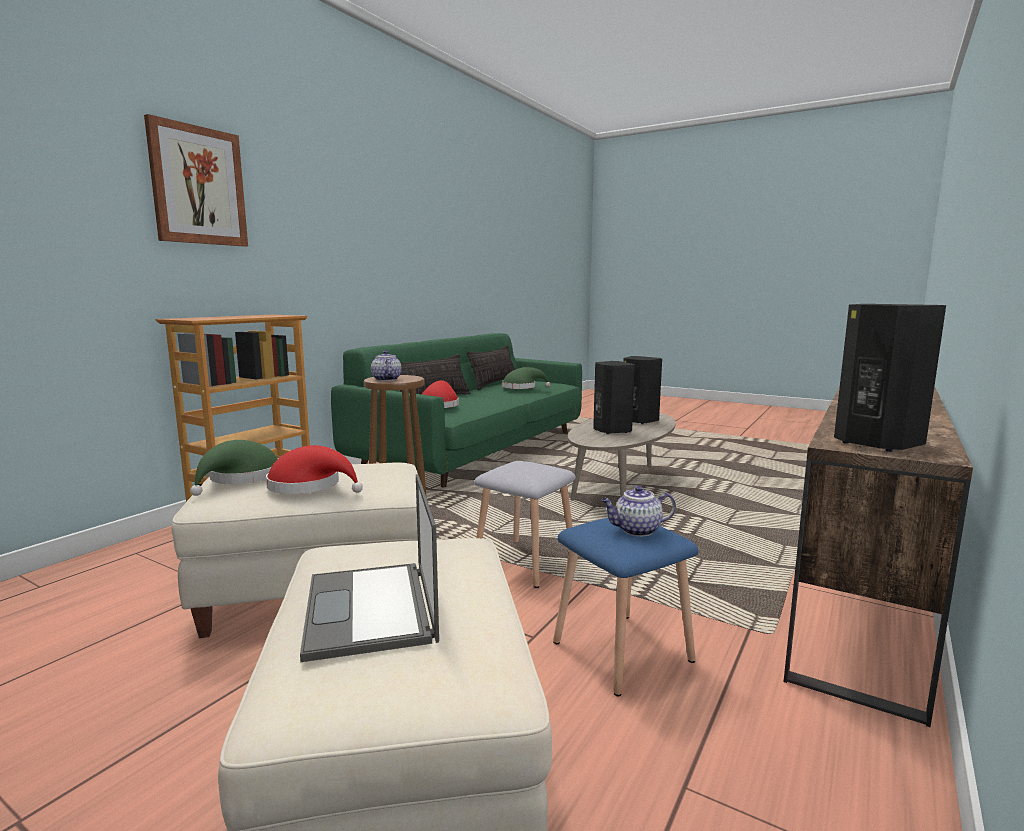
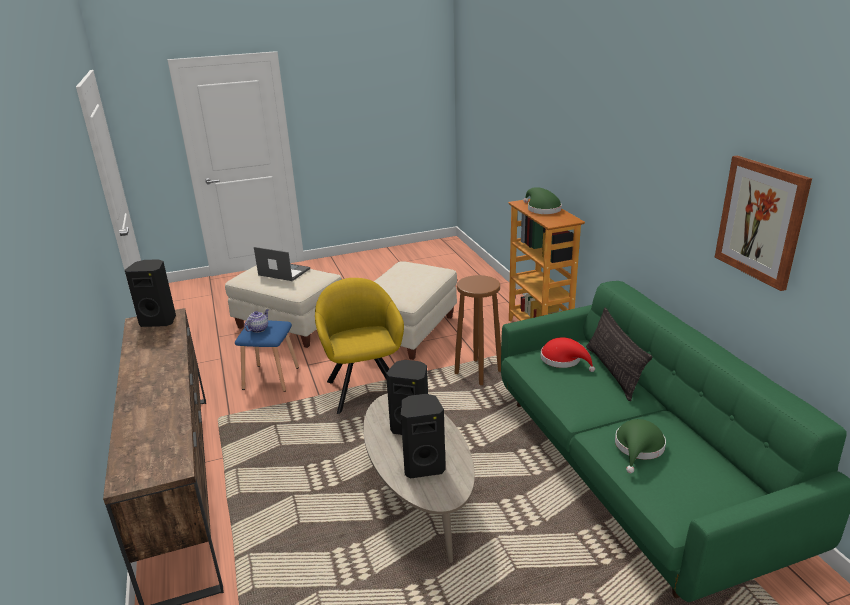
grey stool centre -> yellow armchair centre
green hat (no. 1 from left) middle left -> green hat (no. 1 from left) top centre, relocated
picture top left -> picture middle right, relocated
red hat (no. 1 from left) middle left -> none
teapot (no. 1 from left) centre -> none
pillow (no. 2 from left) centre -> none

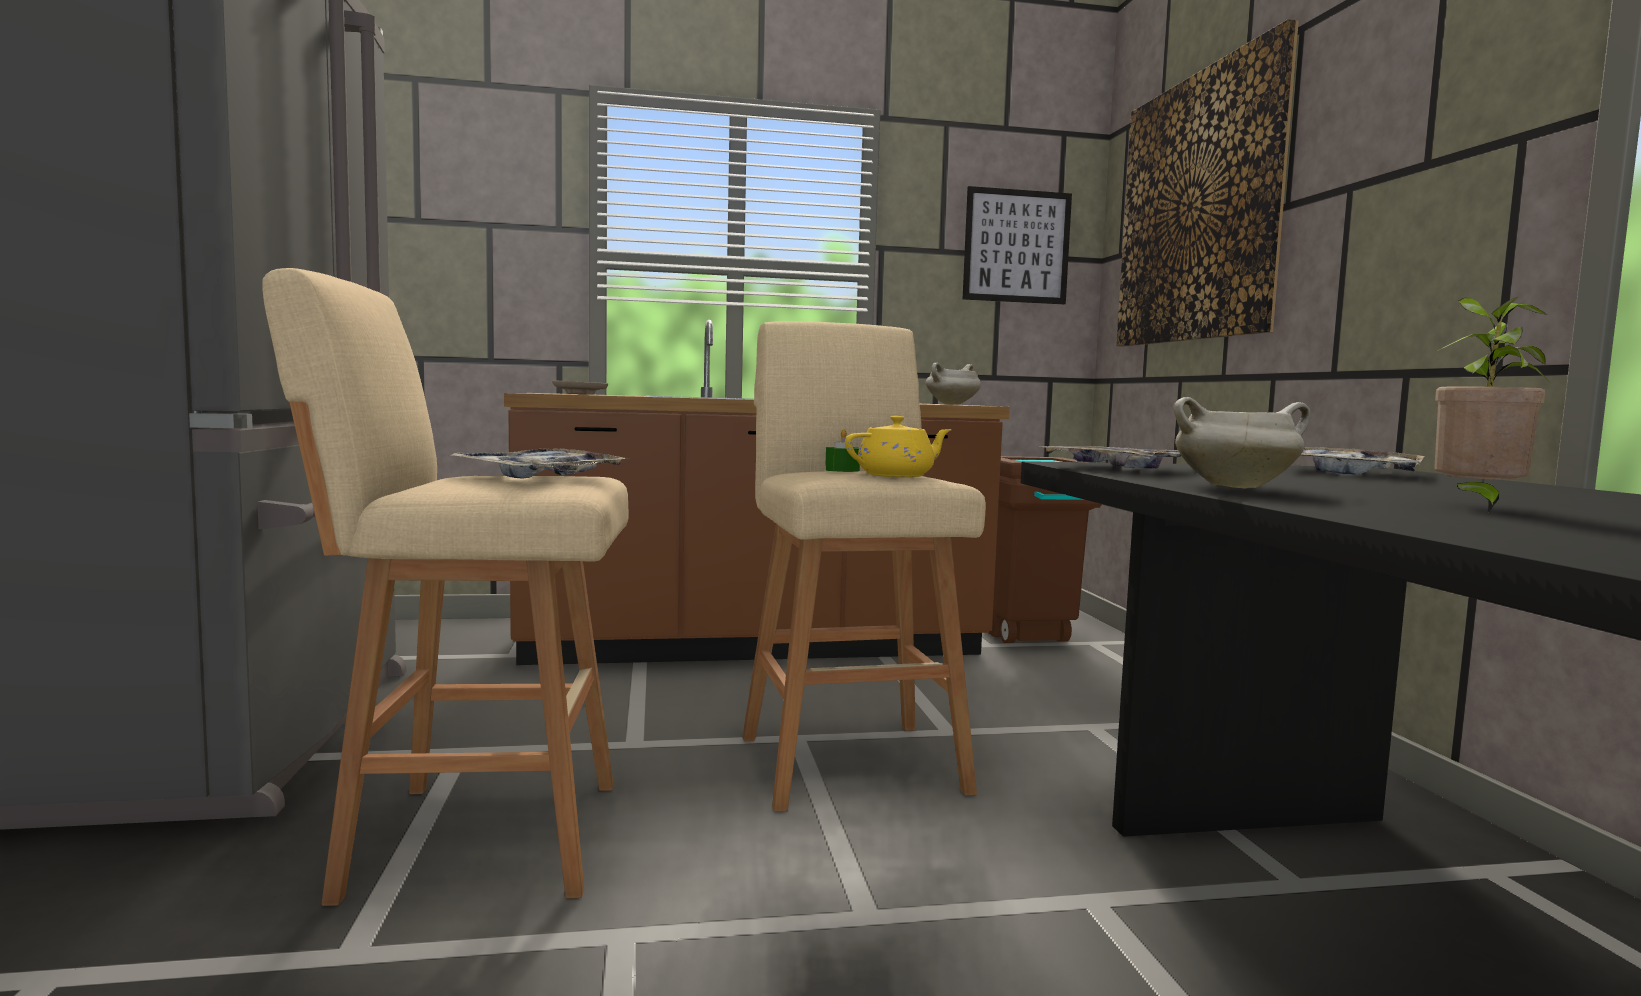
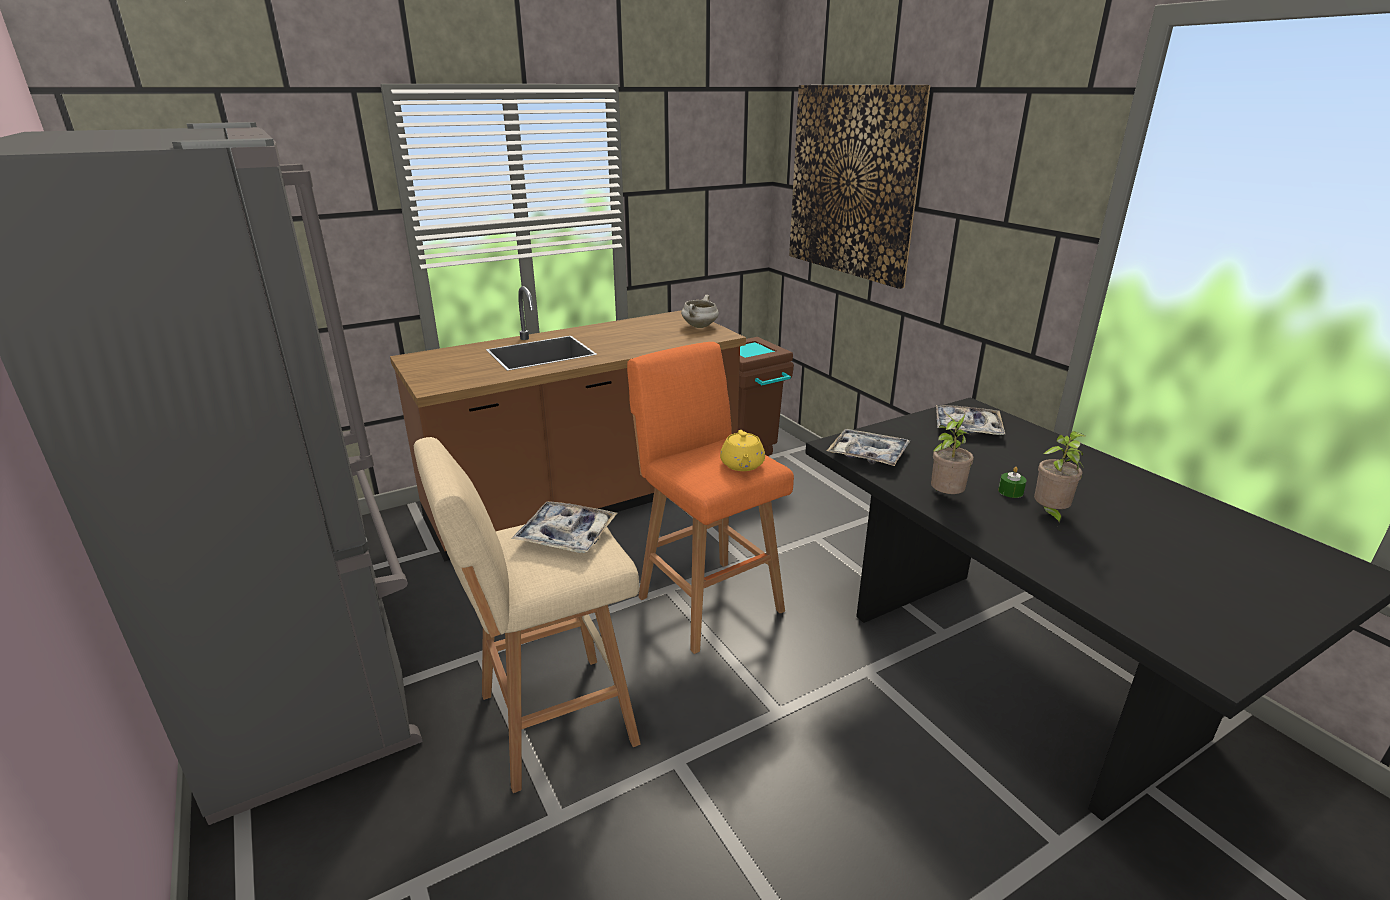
beige stool (no. 2 from left) centre -> orange stool centre
yellow teapot centre, 135 degrees clockwise
white cooking pot (no. 2 from left) middle right -> potted plant (no. 1 from left) middle right
green candle centre -> green candle middle right, relocated
beige plate centre -> none
picture (no. 1 from left) top centre -> none

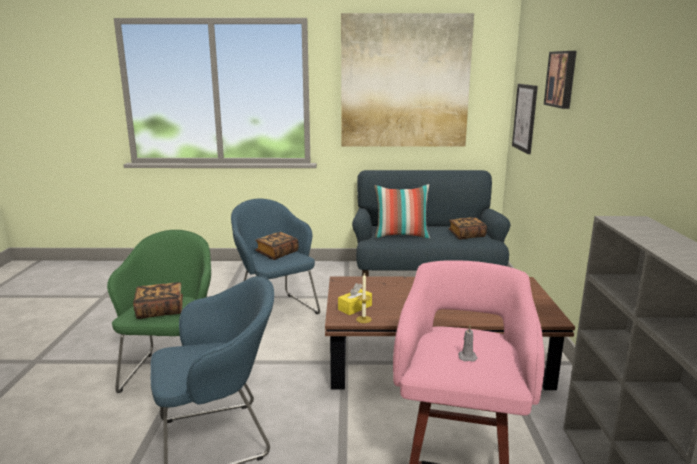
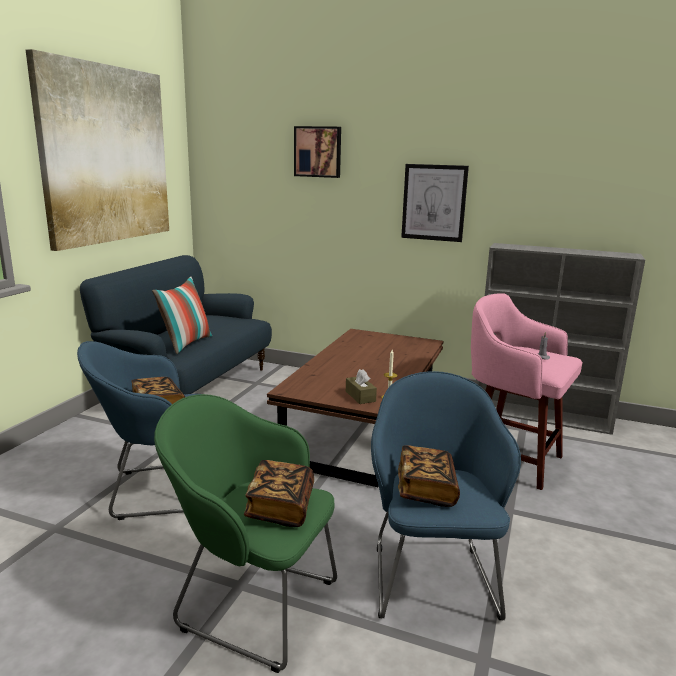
yellow tissue box centre -> brown tissue box centre
book (no. 3 from left) middle right -> book (no. 3 from left) bottom centre, relocated
picture (no. 2 from left in the first image) top right -> picture (no. 3 from left) top centre, relocated

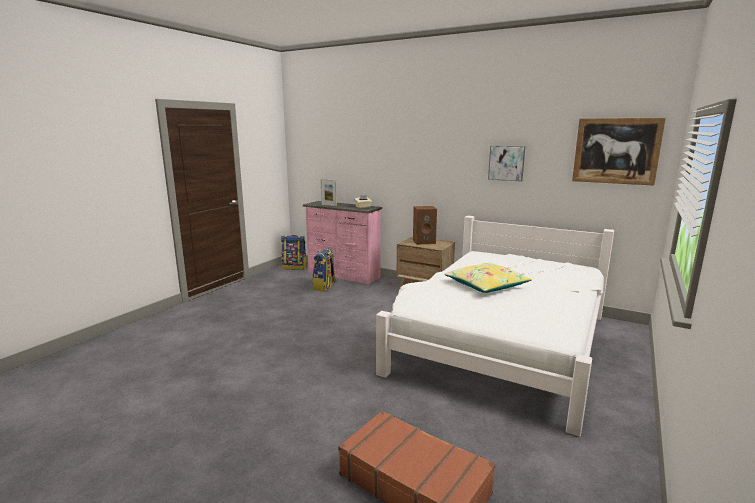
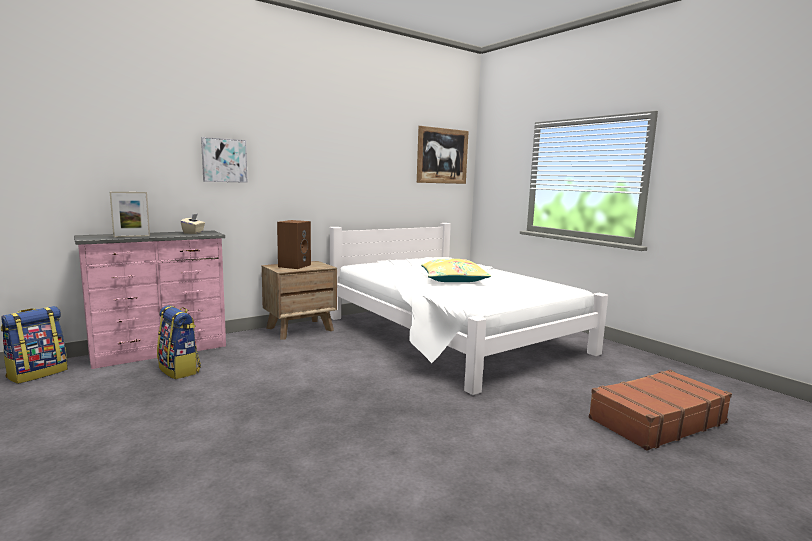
picture (no. 1 from left) top right -> picture (no. 1 from left) top left, relocated

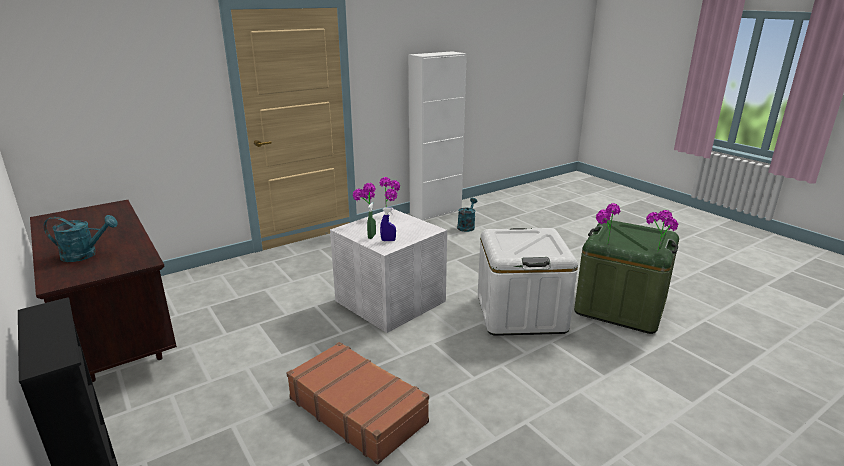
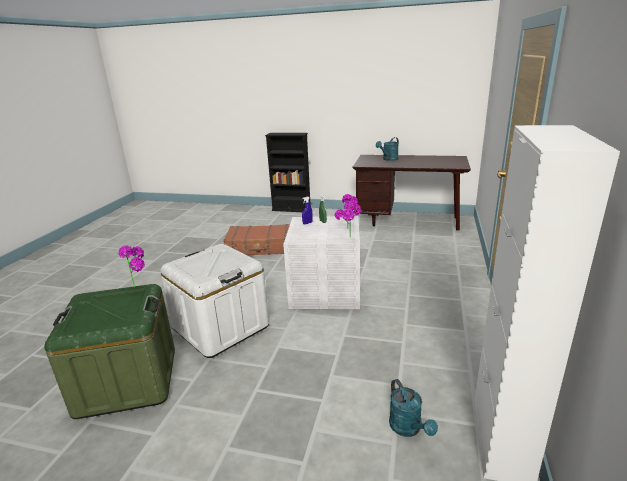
potted plant (no. 4 from left) middle right -> none

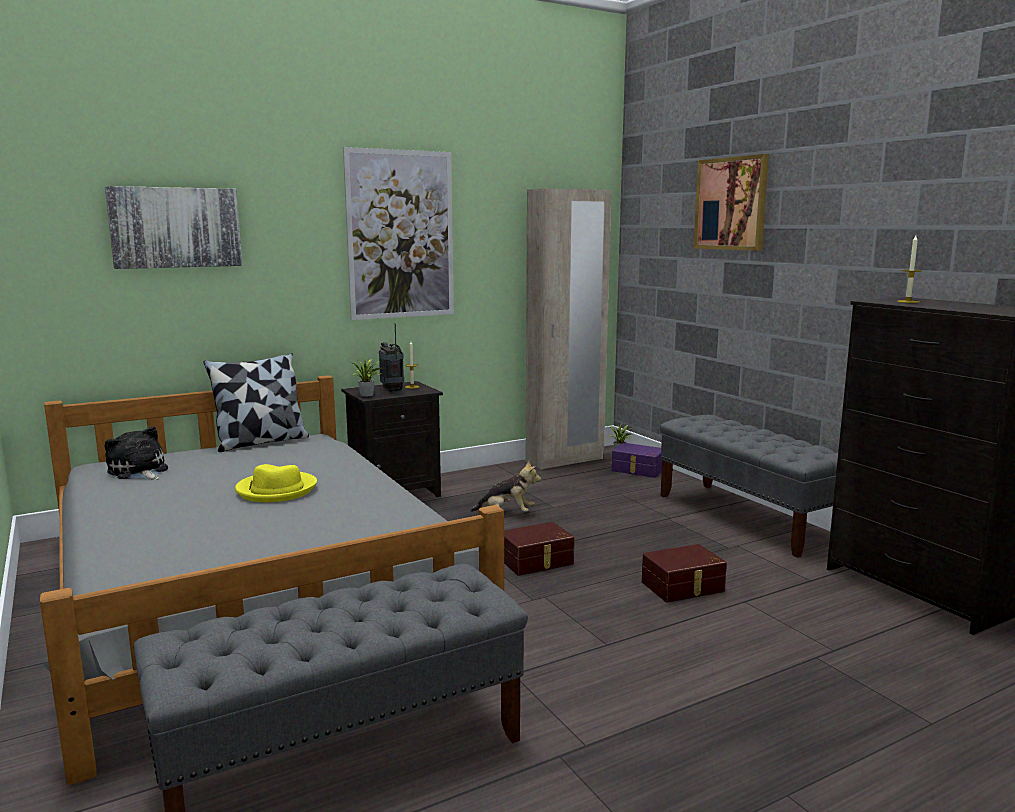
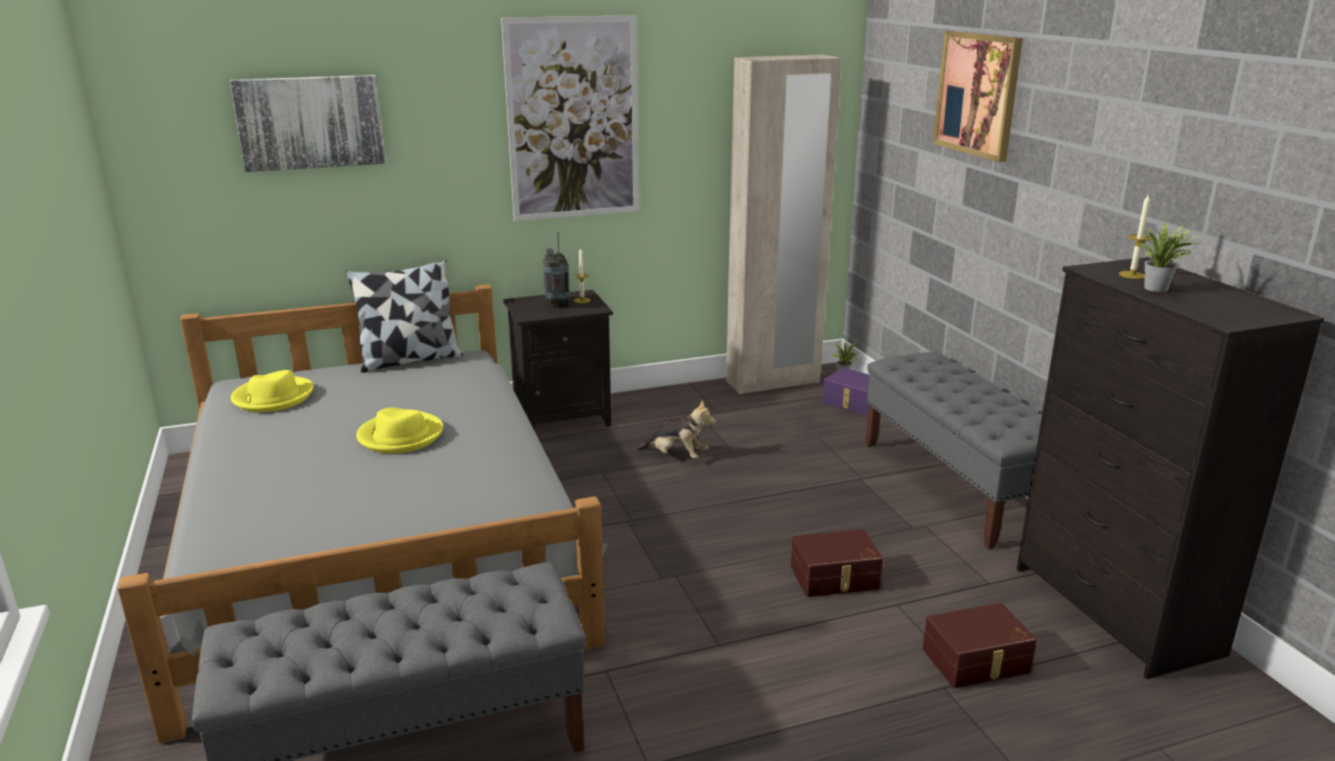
plush toy (no. 1 from left) middle left -> yellow hat (no. 1 from left) middle left
brown storage box (no. 1 from left in the first image) bottom centre -> brown storage box (no. 2 from left) bottom right, relocated
potted plant (no. 1 from left in the first image) centre -> potted plant (no. 2 from left) middle right, relocated

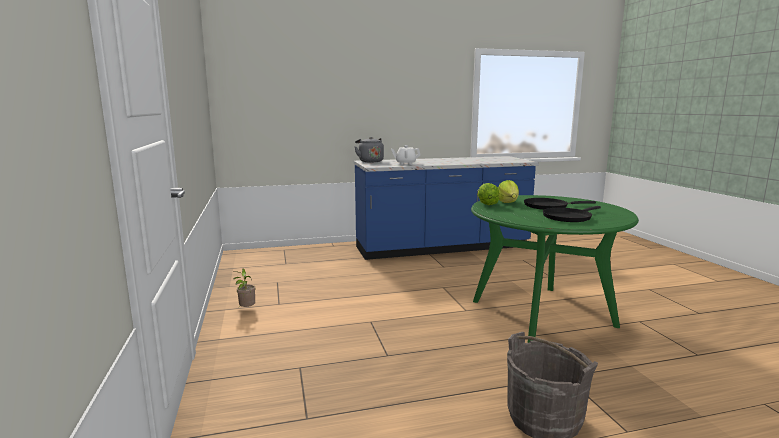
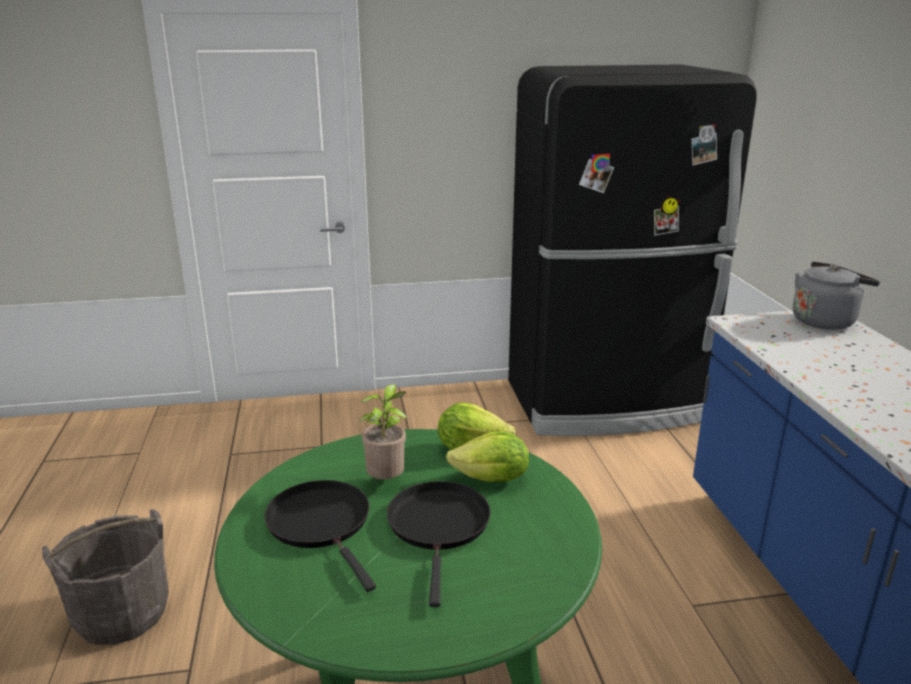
potted plant middle left -> potted plant centre, relocated
none -> black fridge middle right
white teapot centre -> none

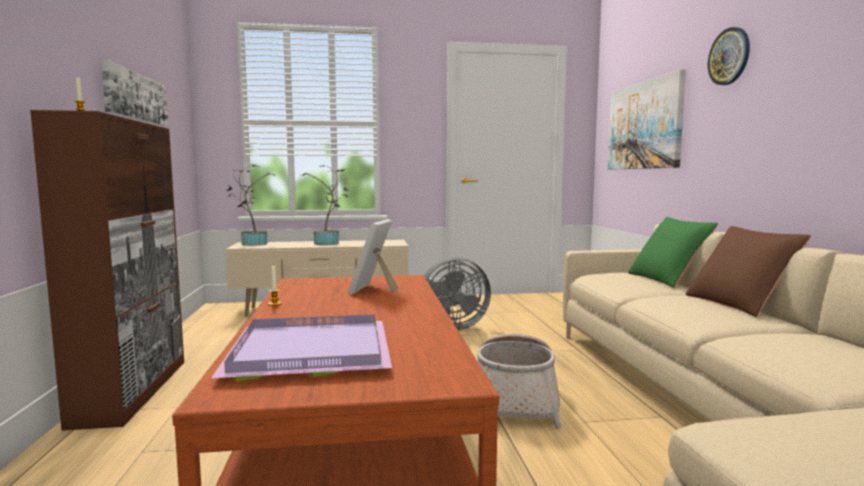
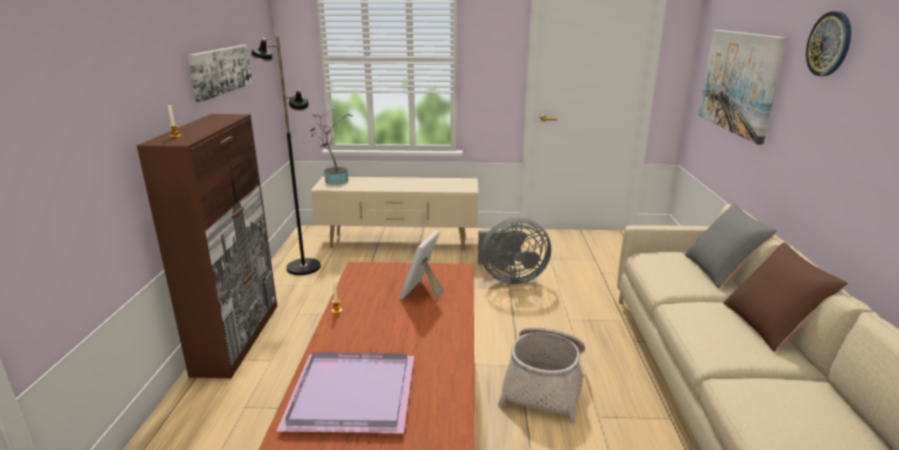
none -> black floor lamp middle left
green pillow middle right -> grey pillow middle right
potted plant (no. 2 from left) centre -> none

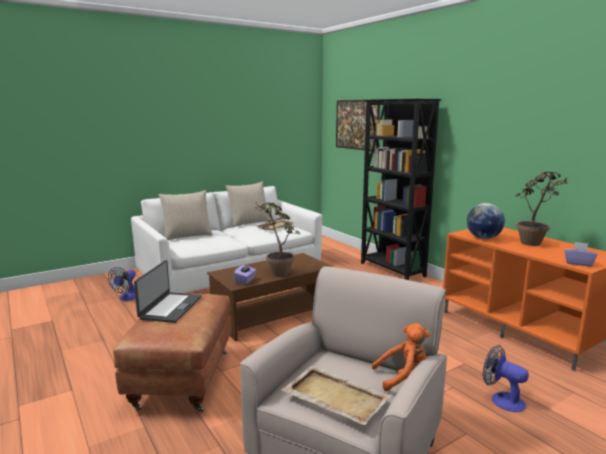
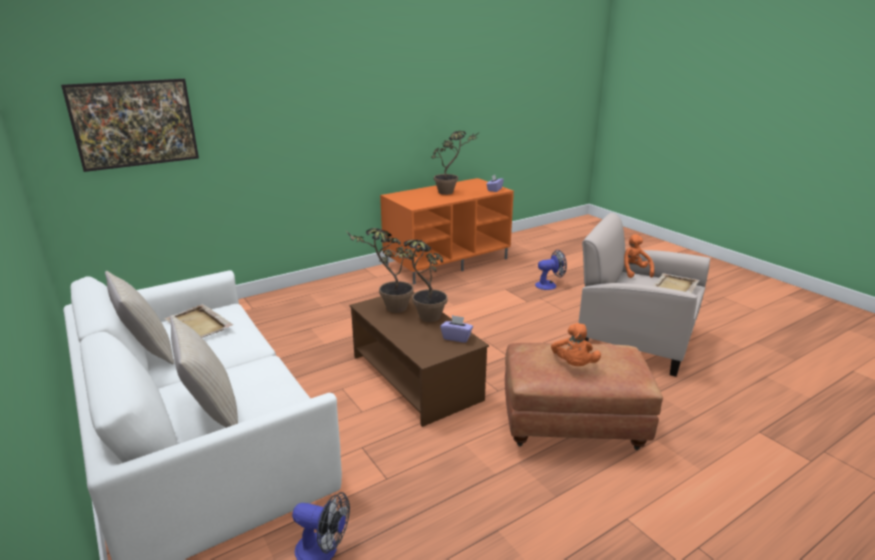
none -> potted plant (no. 1 from left) centre
fan (no. 2 from left) bottom right -> fan (no. 2 from left) centre, 150 degrees counterclockwise
laptop middle left -> orange plush toy (no. 1 from left) centre
black bookcase centre -> none
globe middle right -> none

